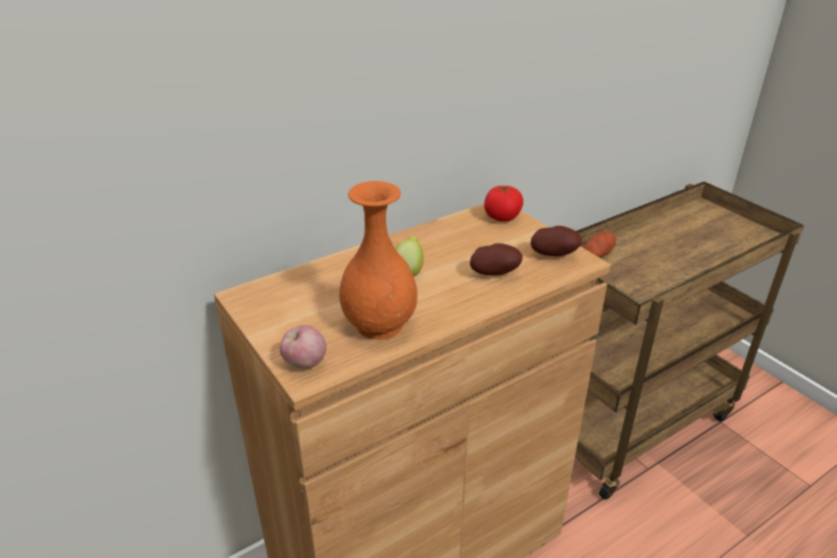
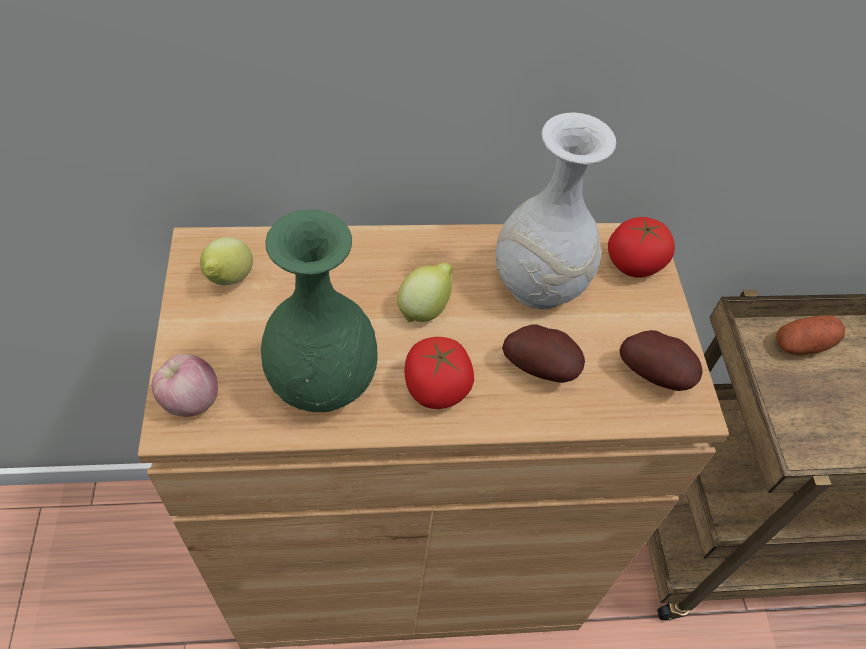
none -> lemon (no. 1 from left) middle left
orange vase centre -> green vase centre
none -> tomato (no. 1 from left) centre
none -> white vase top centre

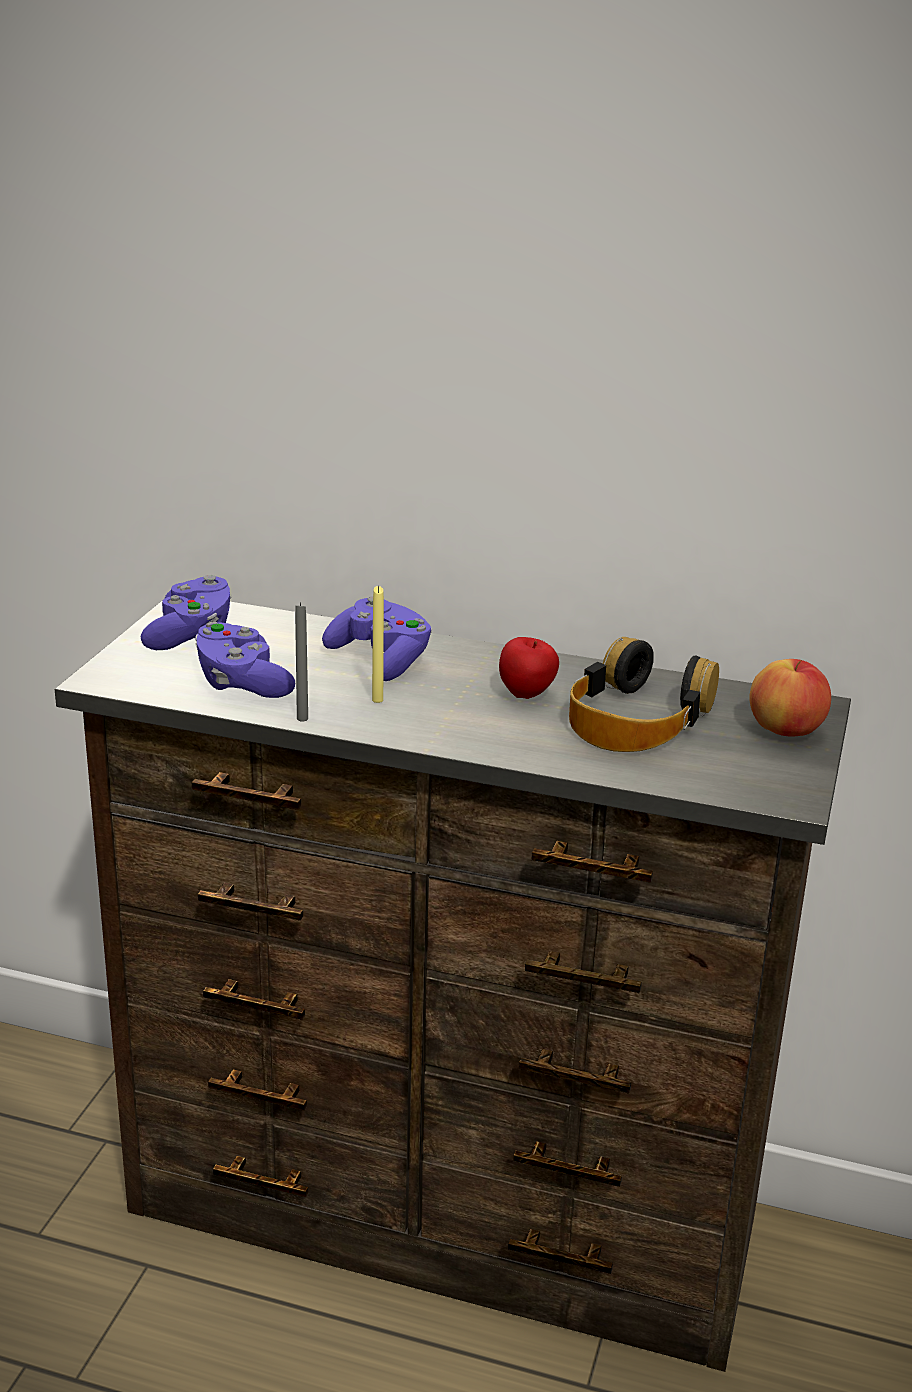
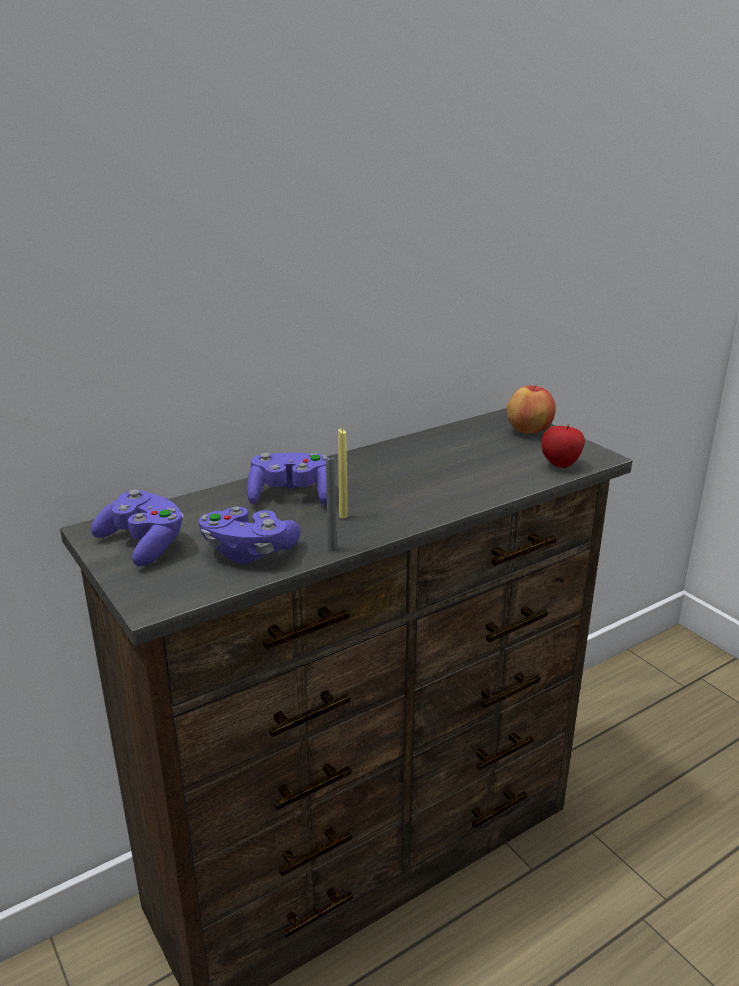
apple (no. 1 from left in the first image) centre -> apple (no. 2 from left) middle right, relocated
headphones middle right -> none

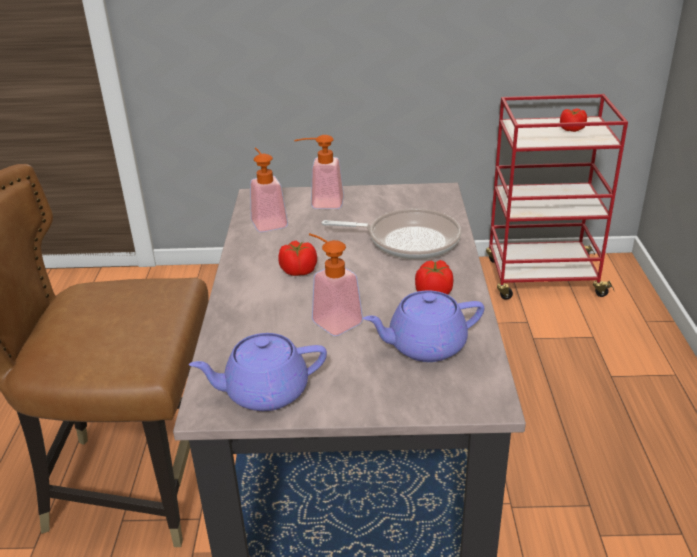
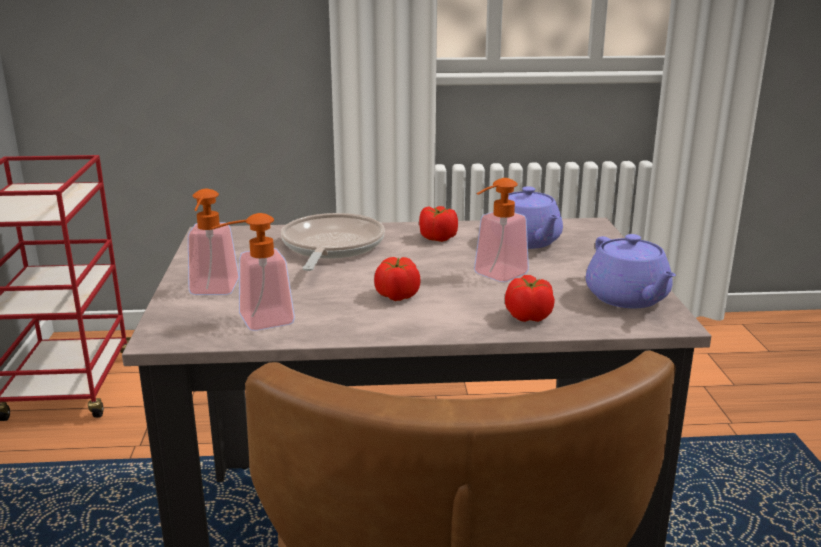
tomato (no. 3 from left) top right -> tomato (no. 3 from left) centre, relocated

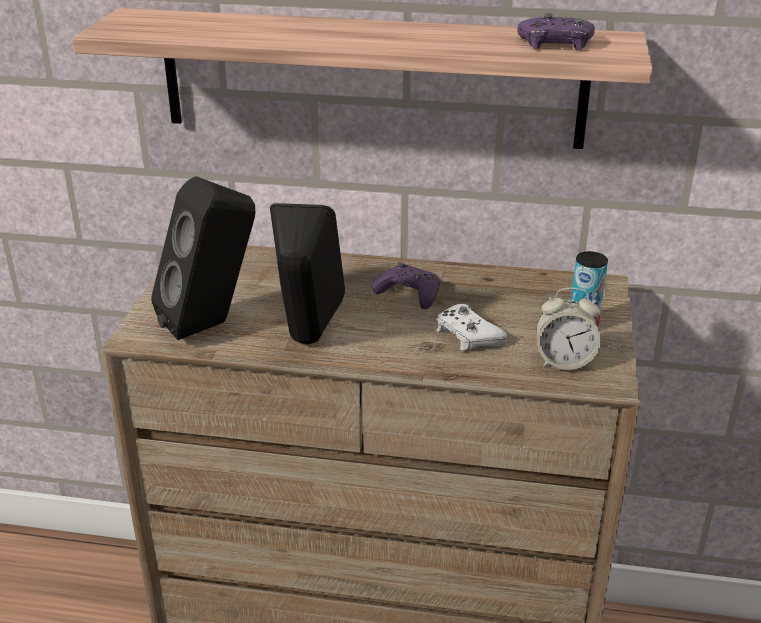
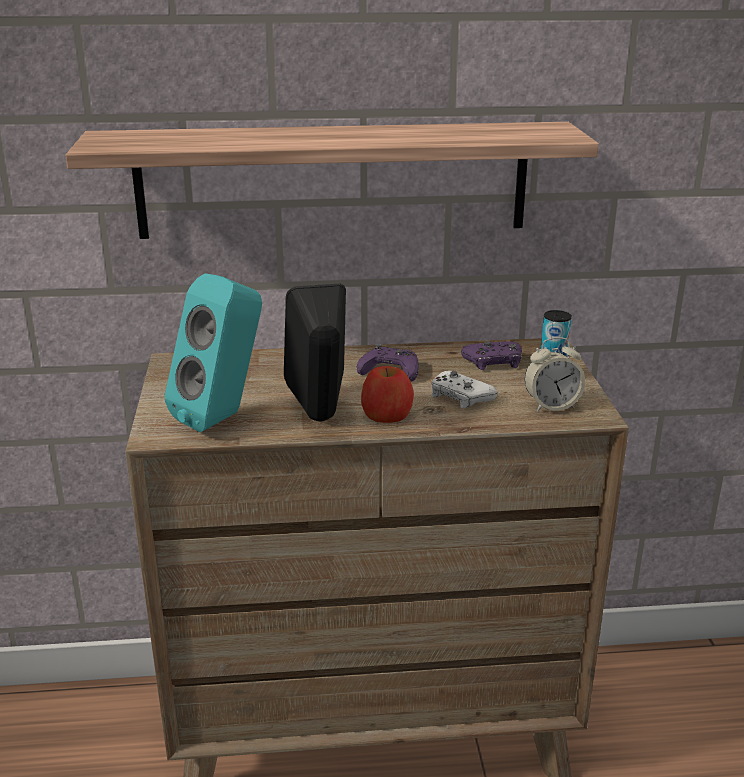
black speaker (no. 1 from left) middle left -> turquoise speaker middle left
none -> apple centre
purple game controller (no. 2 from left) top right -> purple game controller (no. 2 from left) centre, relocated

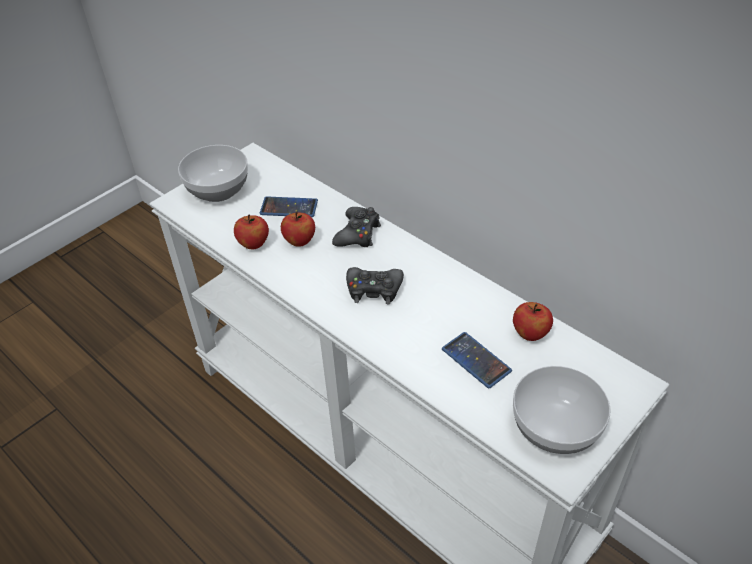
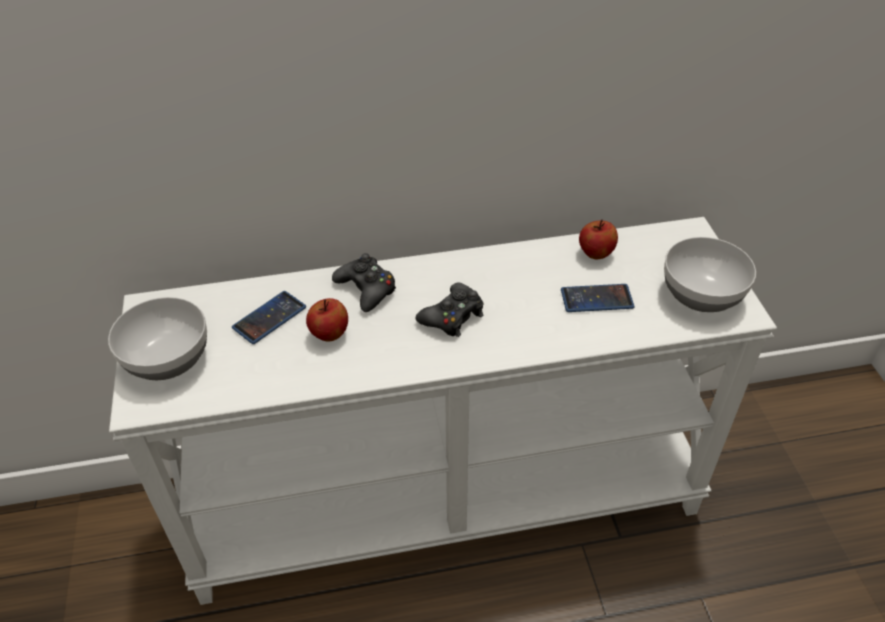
apple (no. 1 from left) centre -> none

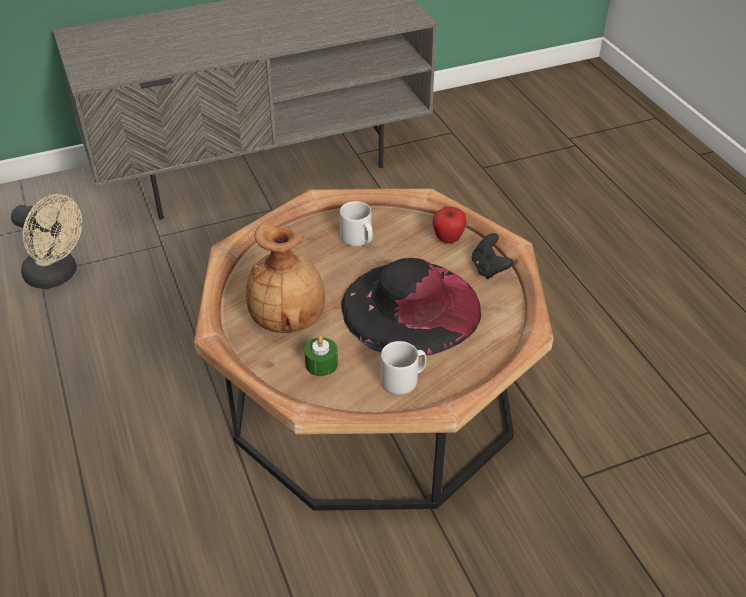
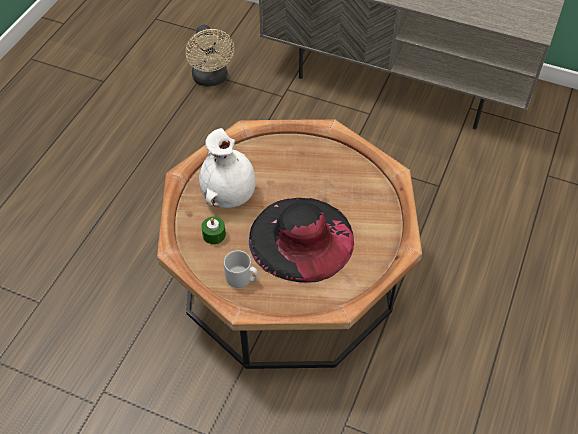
brown vase centre -> white vase centre
grey mug (no. 1 from left) centre -> none
apple centre -> none
black game controller centre -> none

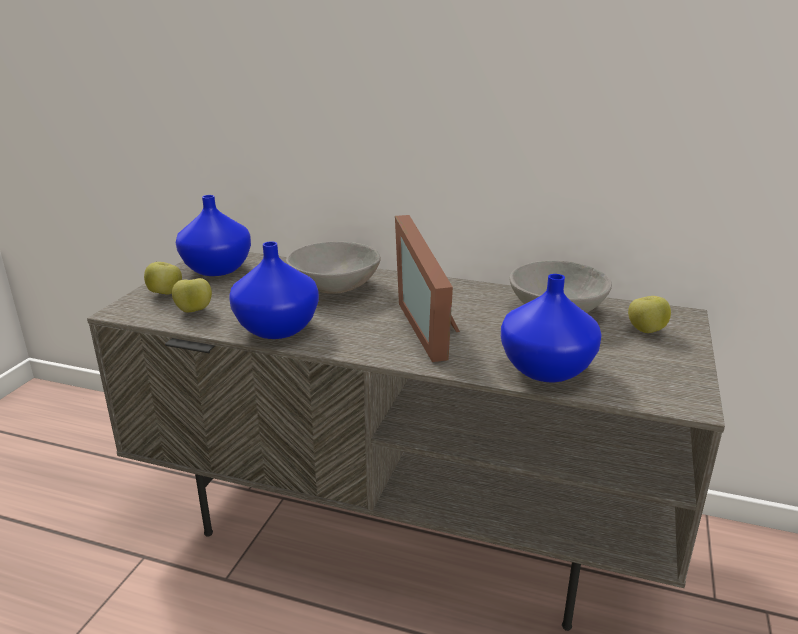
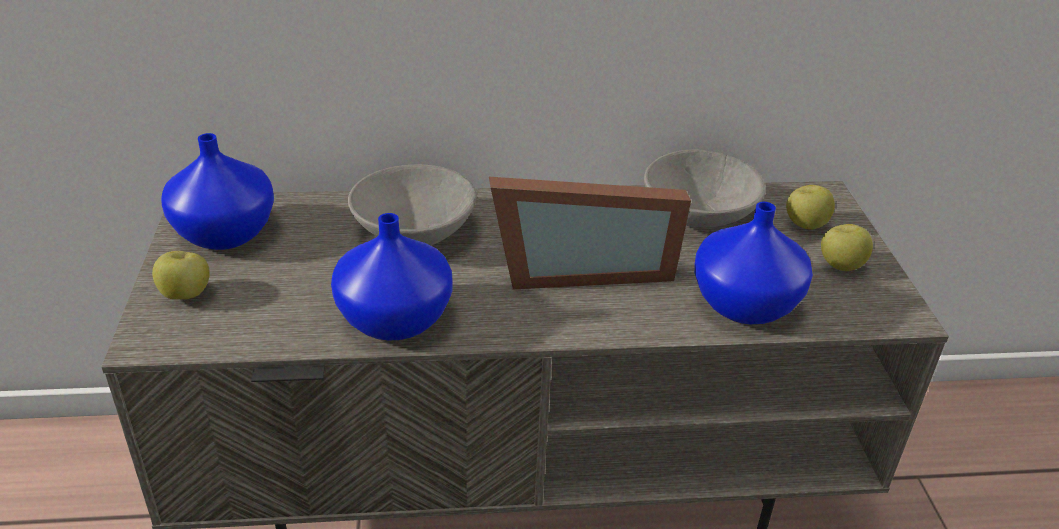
picture frame centre, 60 degrees counterclockwise
apple (no. 2 from left in the first image) middle left -> apple (no. 3 from left) middle right, relocated

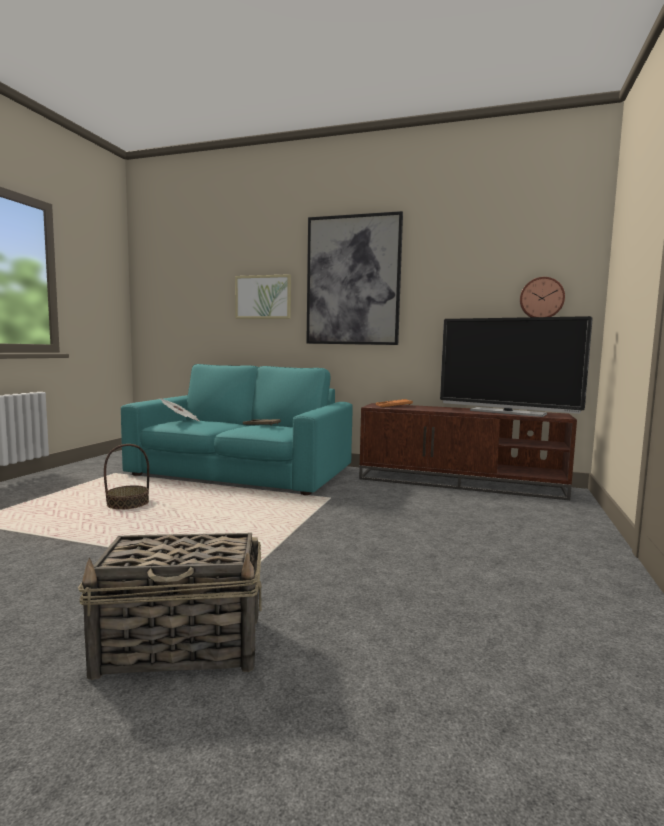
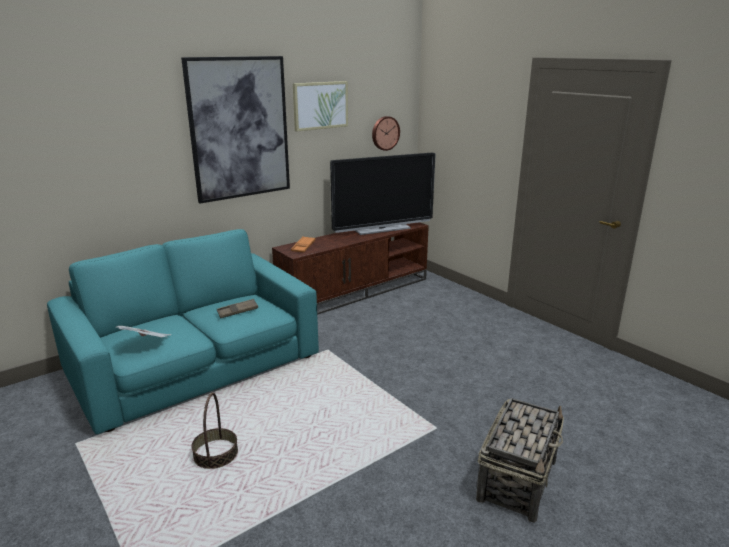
picture (no. 1 from left in the first image) centre -> picture (no. 2 from left) top centre, relocated

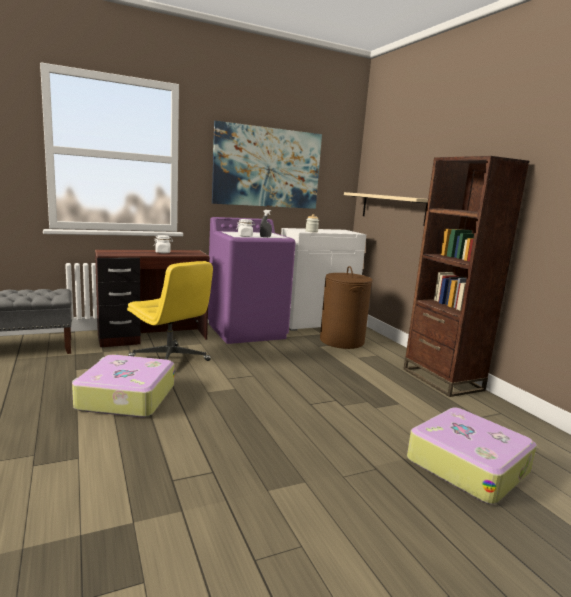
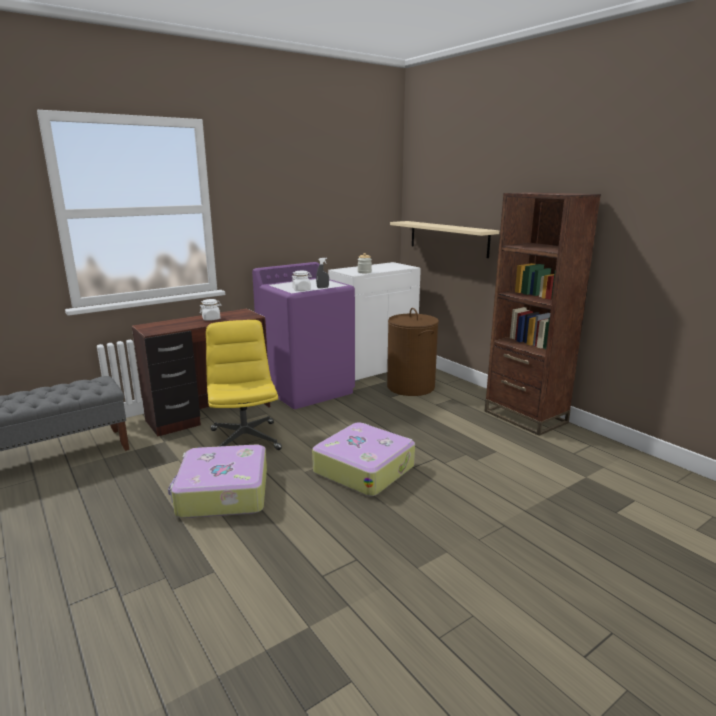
yellow office chair middle left -> yellow office chair centre, 135 degrees counterclockwise
suitcase (no. 2 from left) bottom right -> suitcase (no. 2 from left) centre, relocated
picture top centre -> none

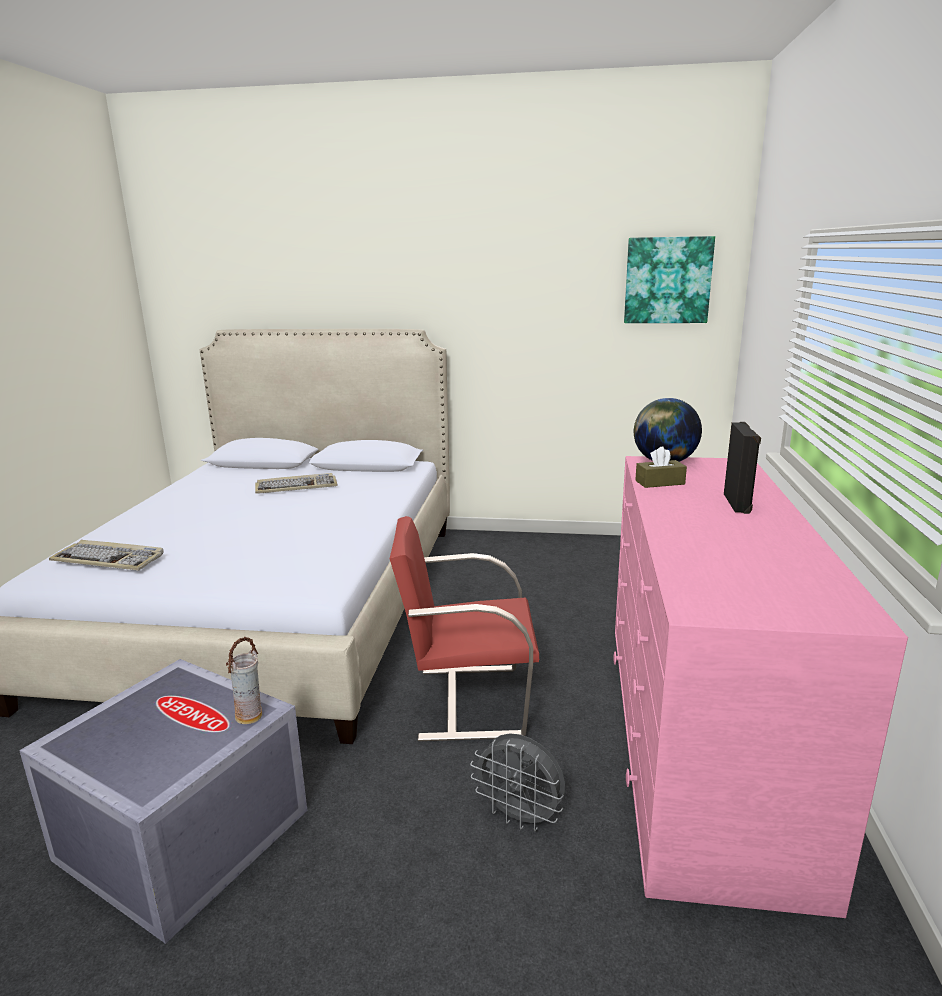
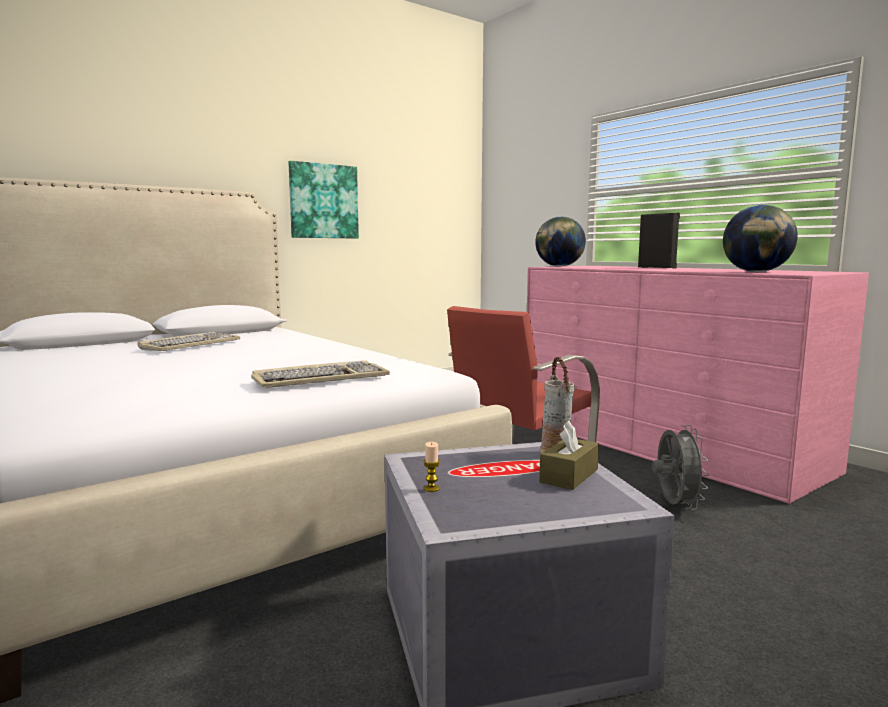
keyboard (no. 1 from left in the first image) middle left -> keyboard (no. 2 from left) centre, relocated
picture top right -> picture top centre, relocated
none -> candle centre
brown tissue box middle right -> brown tissue box centre, relocated
grey fan bottom centre -> grey fan middle right, 75 degrees counterclockwise
none -> globe (no. 2 from left) middle right

